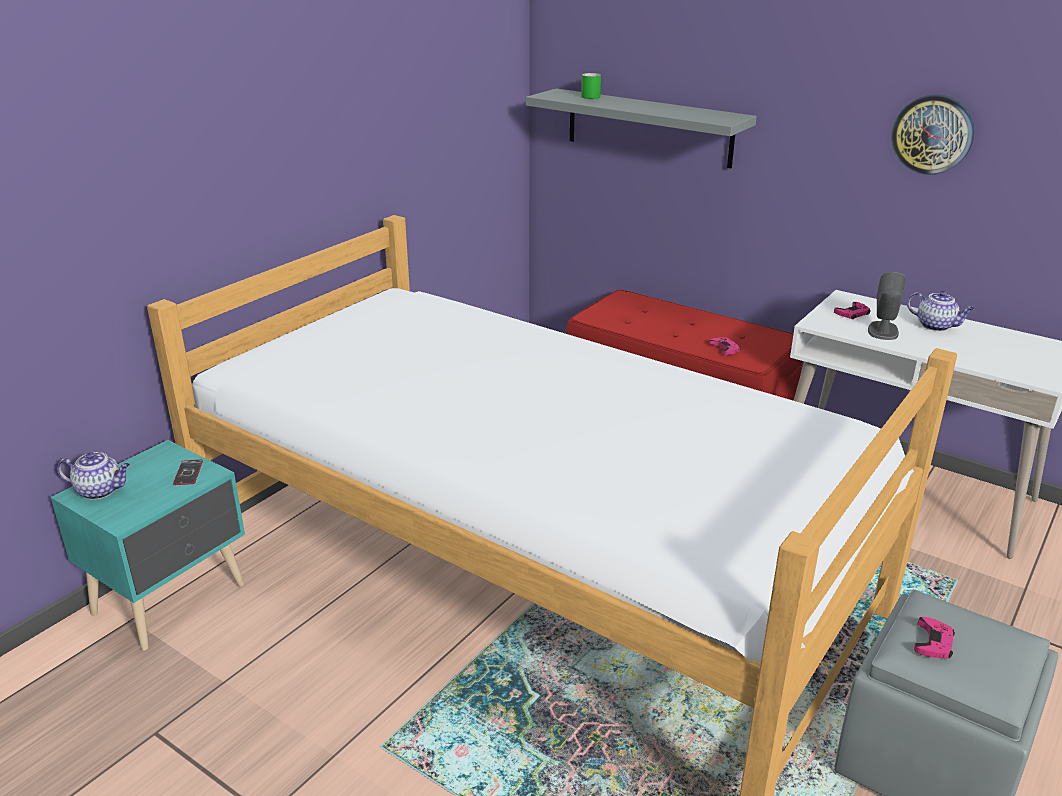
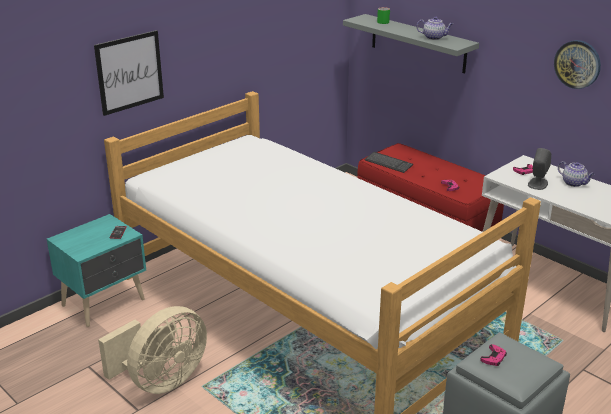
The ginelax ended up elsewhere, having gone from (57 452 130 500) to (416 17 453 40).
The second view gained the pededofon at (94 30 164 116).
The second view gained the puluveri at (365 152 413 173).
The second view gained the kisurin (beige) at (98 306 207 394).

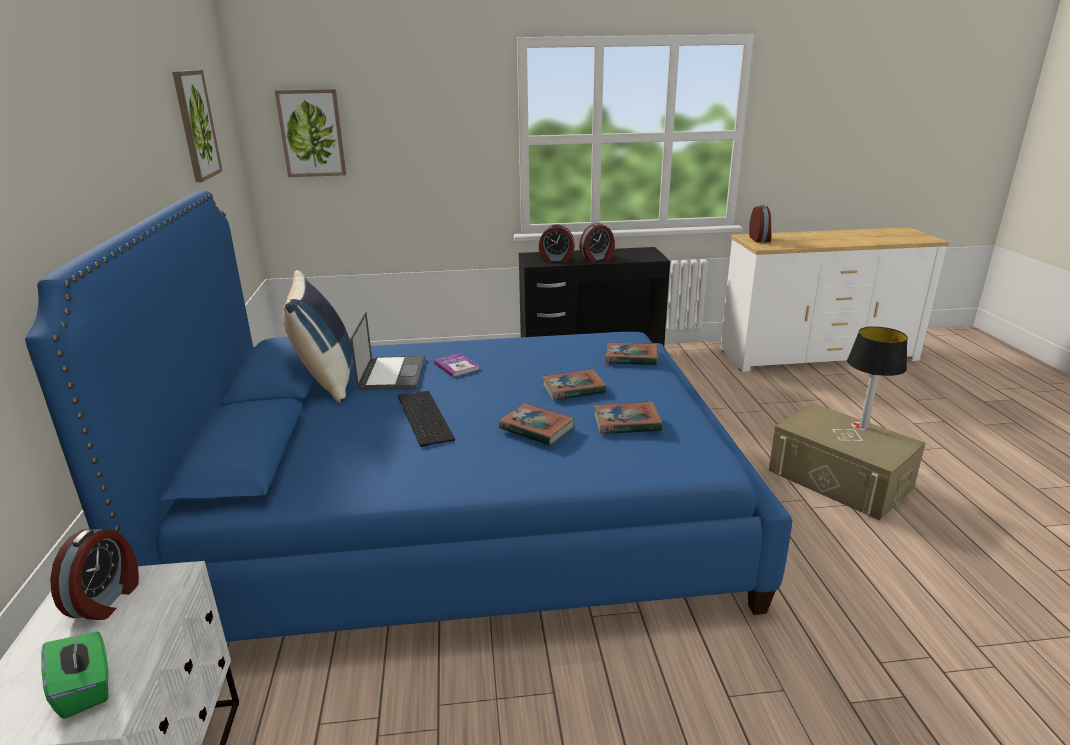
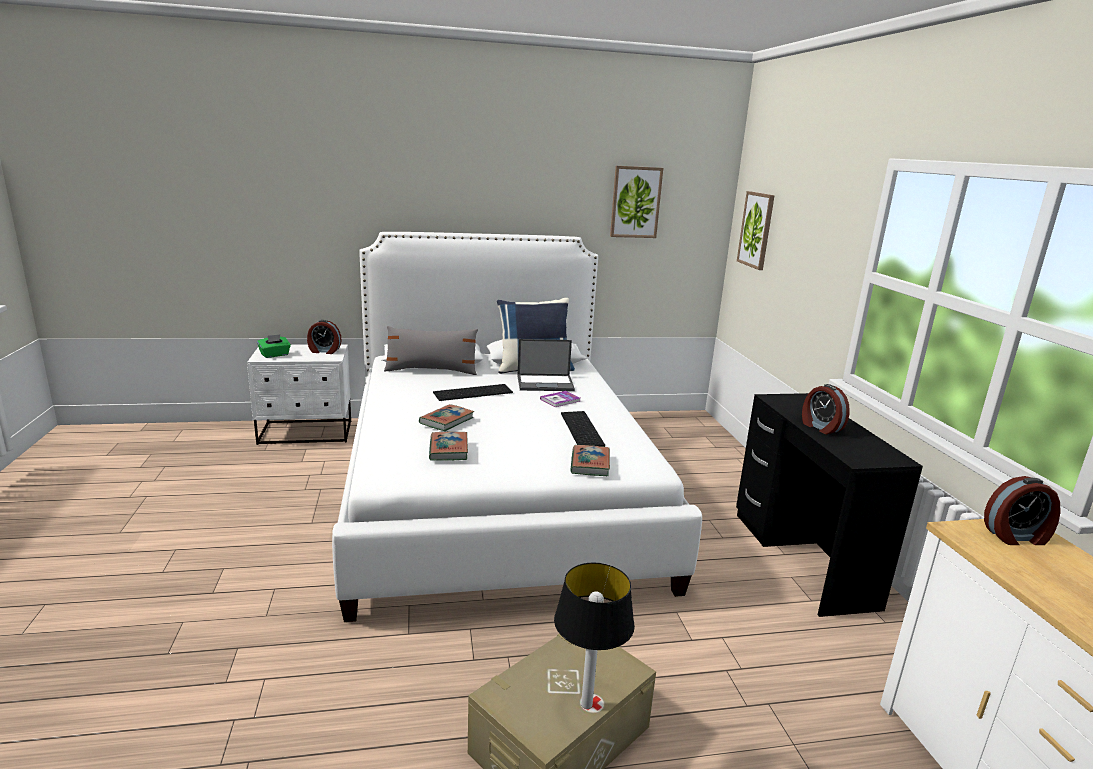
What was the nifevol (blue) at (25 190 792 642) turned into the nifevol (white) at (332 232 702 622).
The second view lost the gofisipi at (539 224 574 263).
The second view lost the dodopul at (542 369 606 400).
The second view gained the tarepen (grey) at (384 326 478 375).
The second view gained the puluveri at (561 411 605 447).

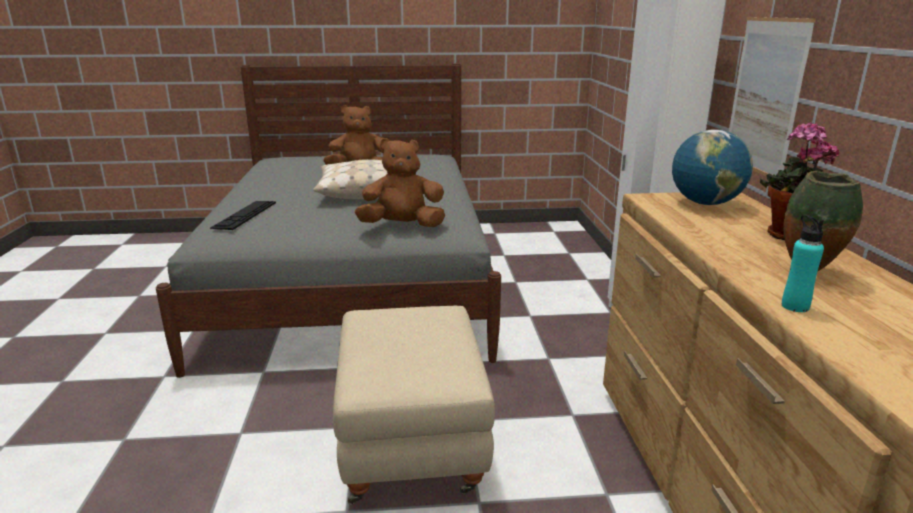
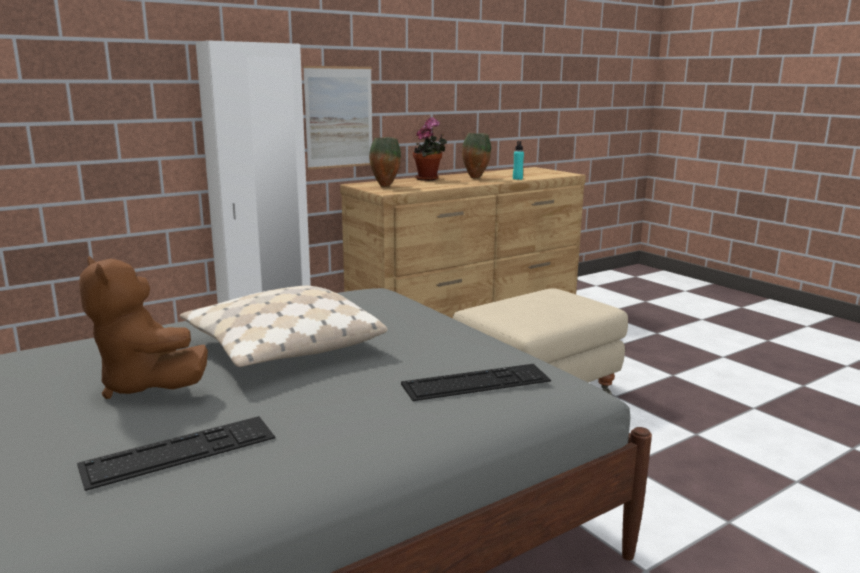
Where the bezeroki stood at (672 129 753 205), the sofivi came to stand at (369 137 401 187).
The second view lost the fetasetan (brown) at (355 138 445 227).
The second view gained the puluveri at (77 416 275 491).

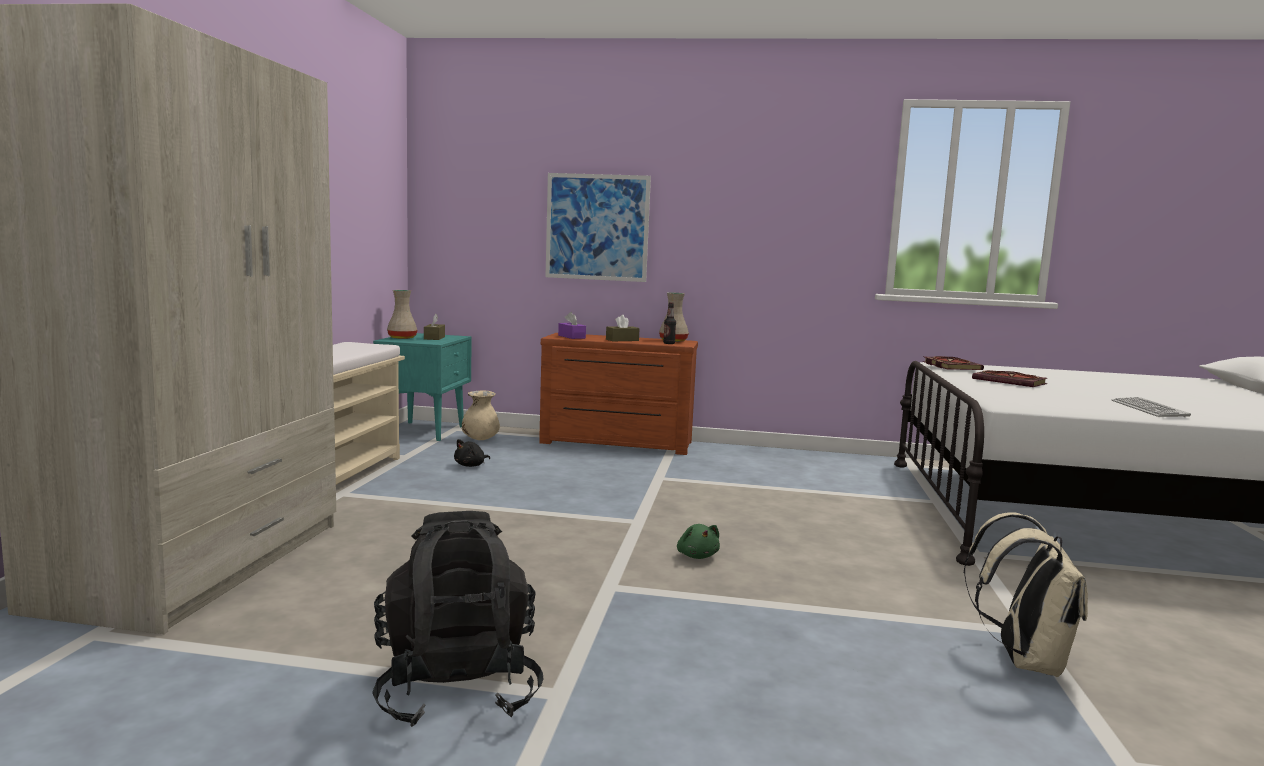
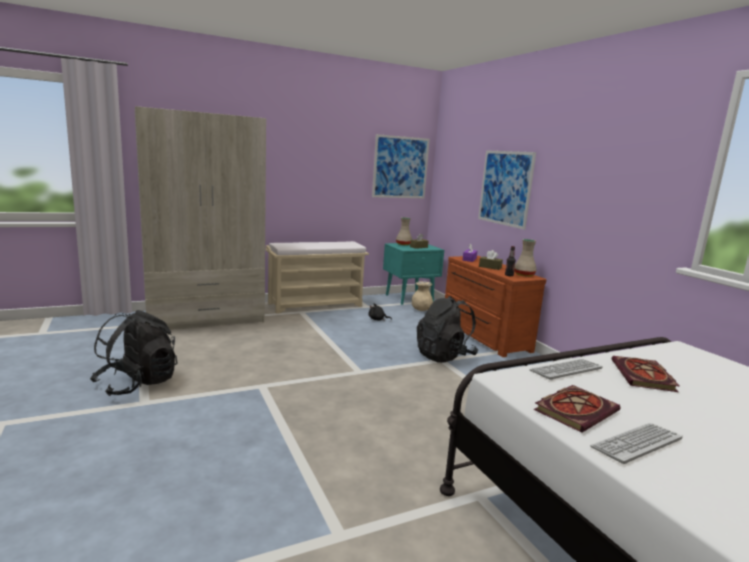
The dodopul ended up elsewhere, having gone from (923 356 984 370) to (534 385 621 433).
The second view lost the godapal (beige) at (963 512 1088 677).
The second view lost the fetasetan (green) at (677 524 720 559).
The second view gained the pededofon at (372 134 430 198).
The second view gained the godapal (black) at (417 296 478 363).
The second view gained the puluveri at (529 359 603 380).

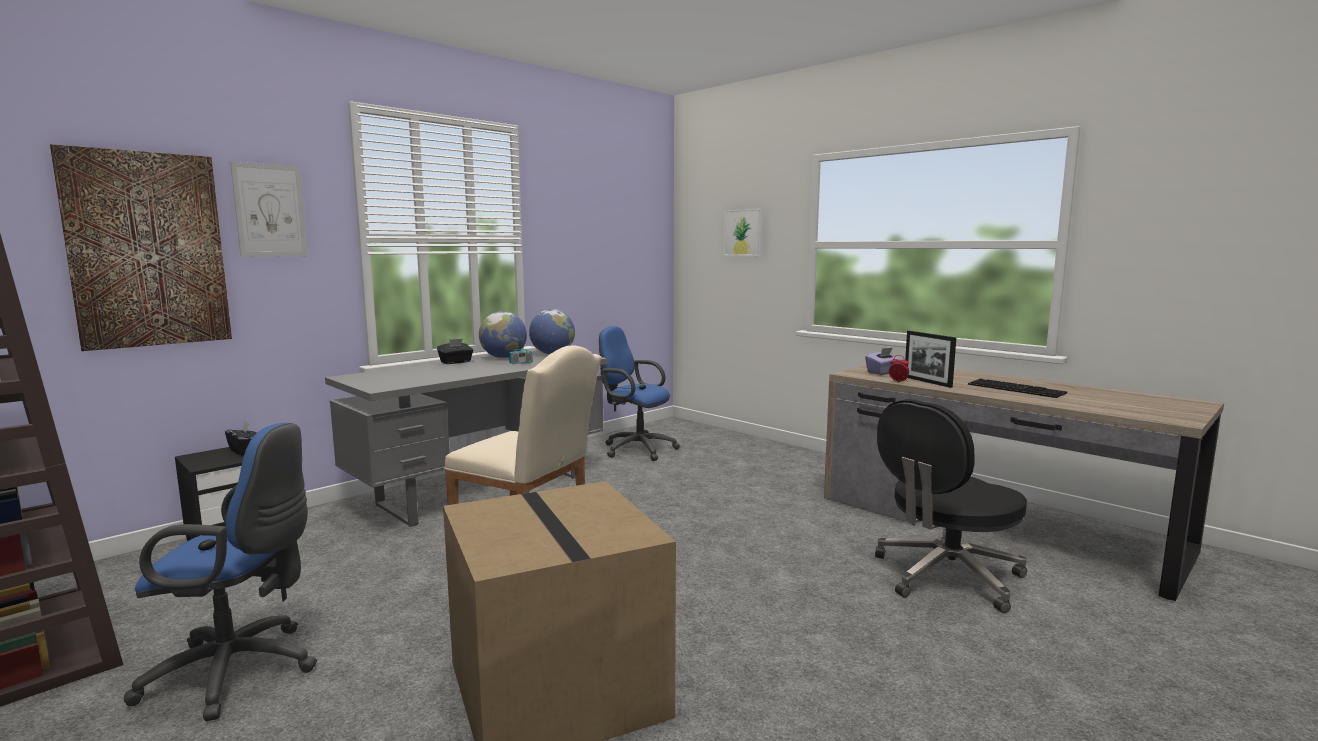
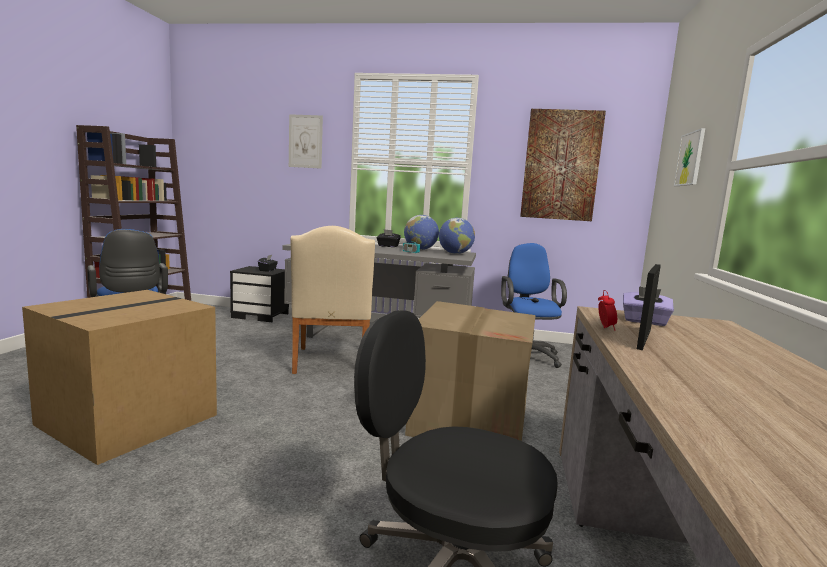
The pededofon ended up elsewhere, having gone from (50 144 232 351) to (520 109 606 221).
The second view lost the puluveri at (968 378 1067 398).
The second view gained the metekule at (405 301 536 441).

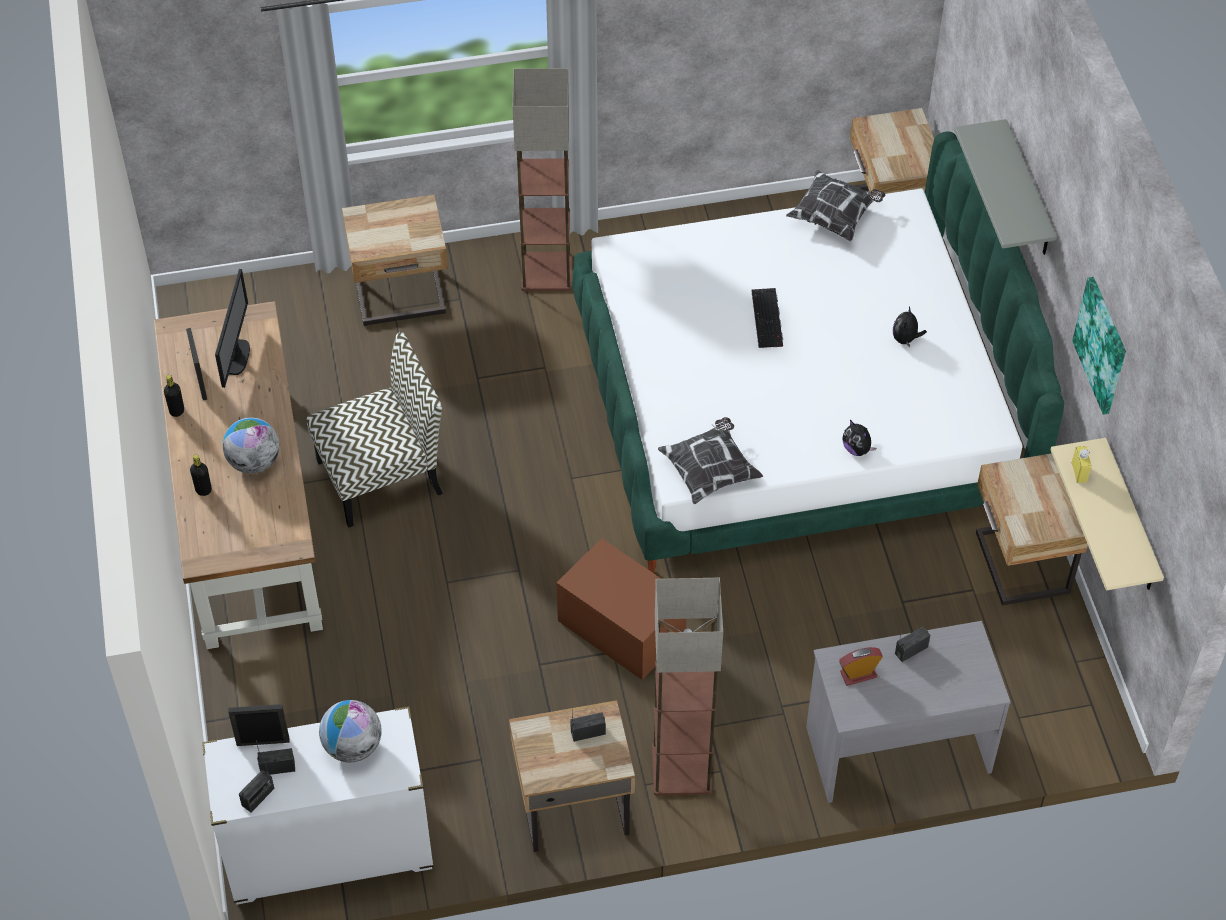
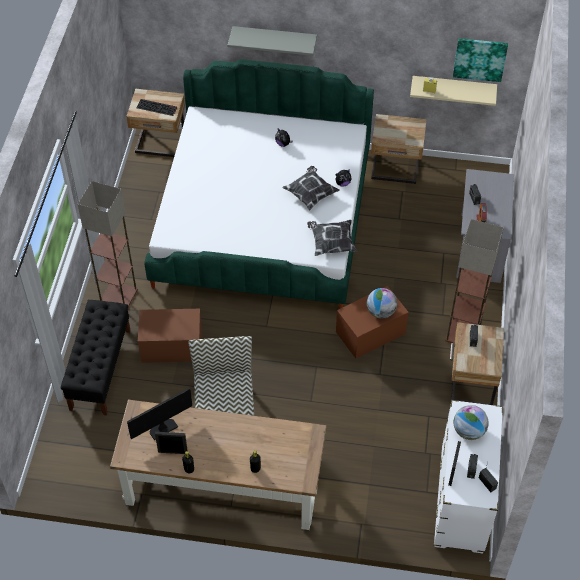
The tarepen ended up elsewhere, having gone from (786 170 885 241) to (282 166 340 210).
Where the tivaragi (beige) stood at (342 195 448 326), the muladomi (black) came to stand at (61 300 131 415).
The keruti at (215 269 250 388) ended up facing another way, 60 degrees counterclockwise from before.
The pededofon ended up elsewhere, having gone from (1072 277 1126 415) to (453 38 508 82).
The puluveri ended up elsewhere, having gone from (751 288 783 348) to (136 99 177 116).
The bezeroki ended up elsewhere, having gone from (223 417 279 474) to (367 288 397 319).
The second view gained the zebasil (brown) at (138 309 202 363).

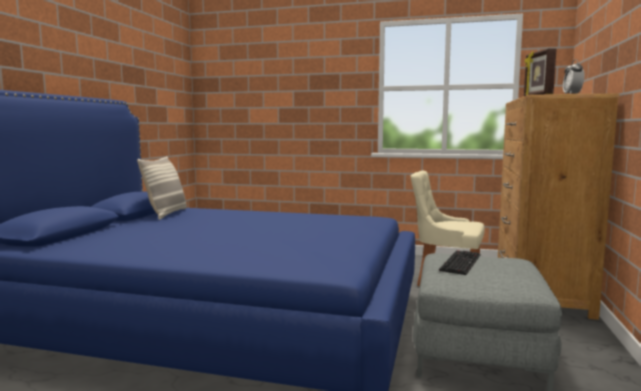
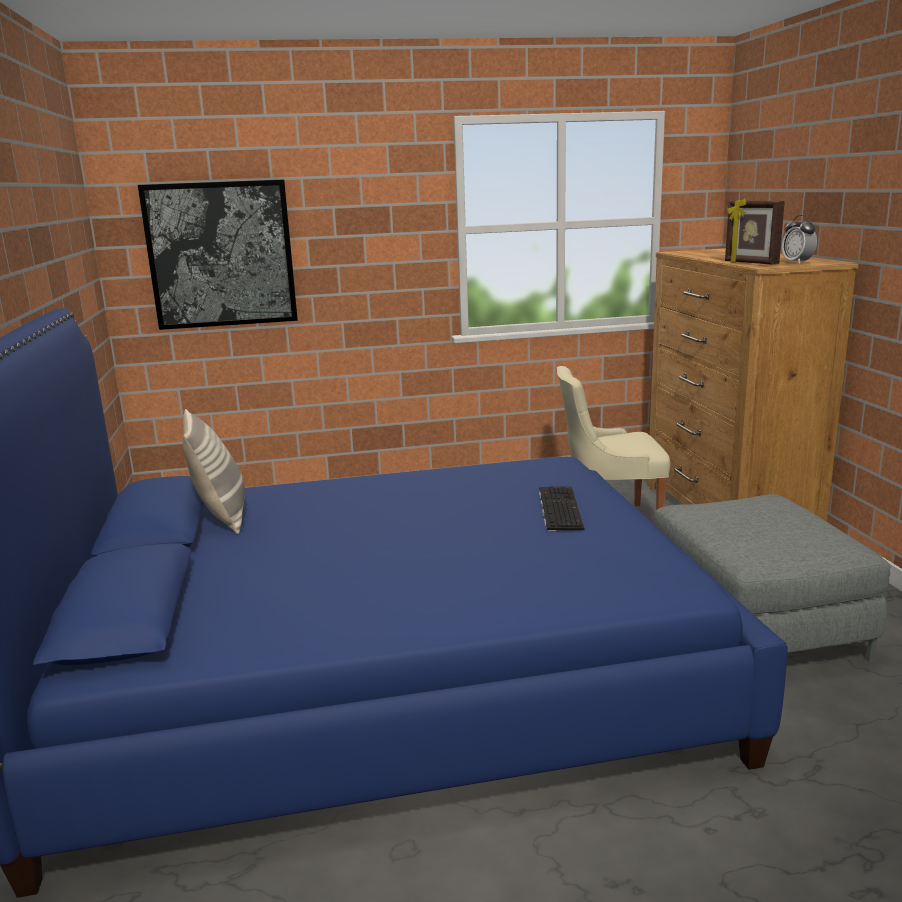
The puluveri ended up elsewhere, having gone from (439 250 480 275) to (539 486 585 531).
The second view gained the pededofon at (138 179 298 330).

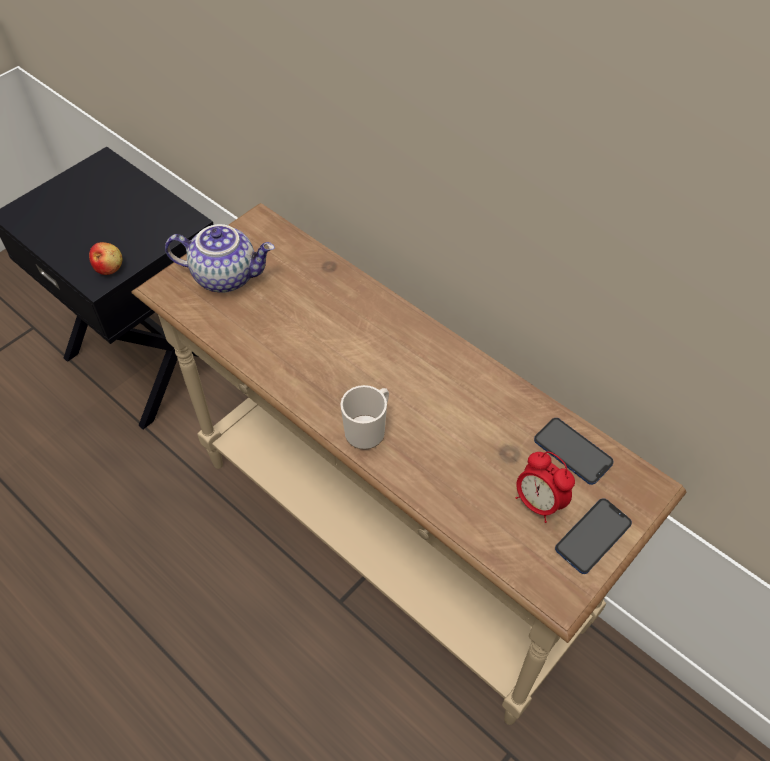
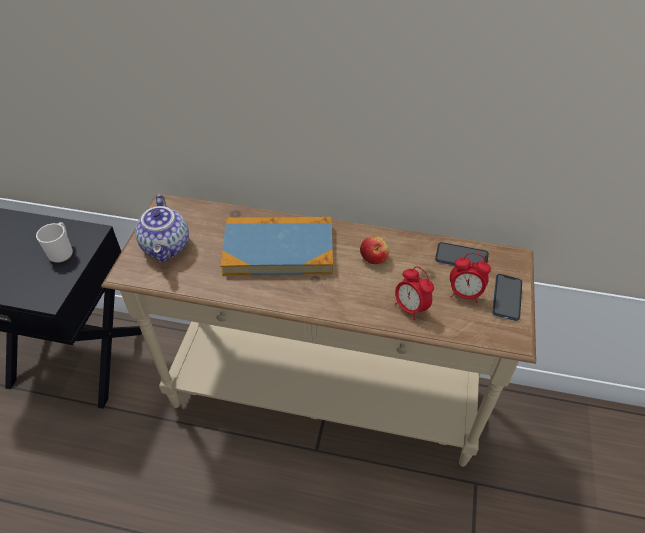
The ginelax at (165 224 275 293) ended up facing another way, 105 degrees clockwise from before.
The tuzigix ended up elsewhere, having gone from (89 242 122 275) to (360 236 390 264).
The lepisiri ended up elsewhere, having gone from (340 385 389 450) to (36 222 73 263).
The second view gained the dodopul at (220 217 333 275).
The second view gained the gofisipi at (395 266 434 320).

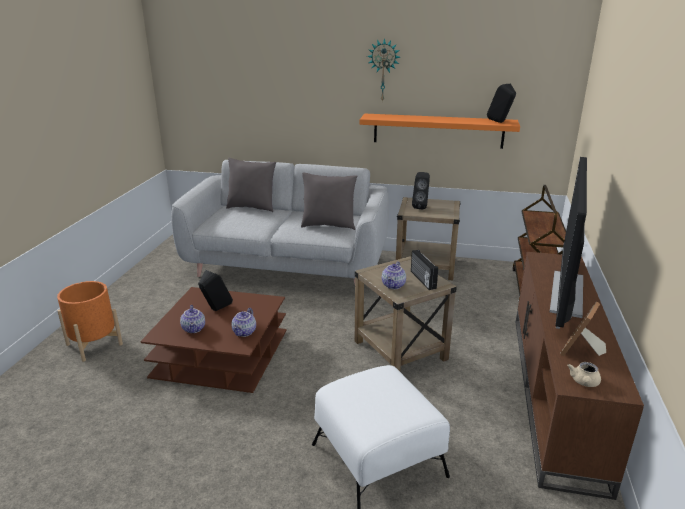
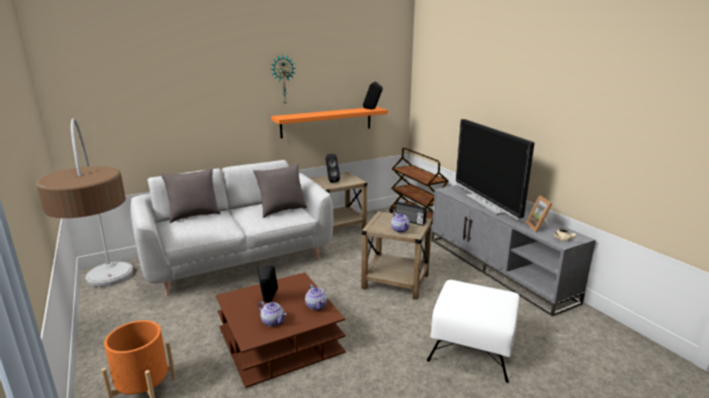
What was the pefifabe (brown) at (516 252 644 500) turned into the pefifabe (grey) at (431 185 596 316).
The second view gained the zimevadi at (37 118 134 287).

